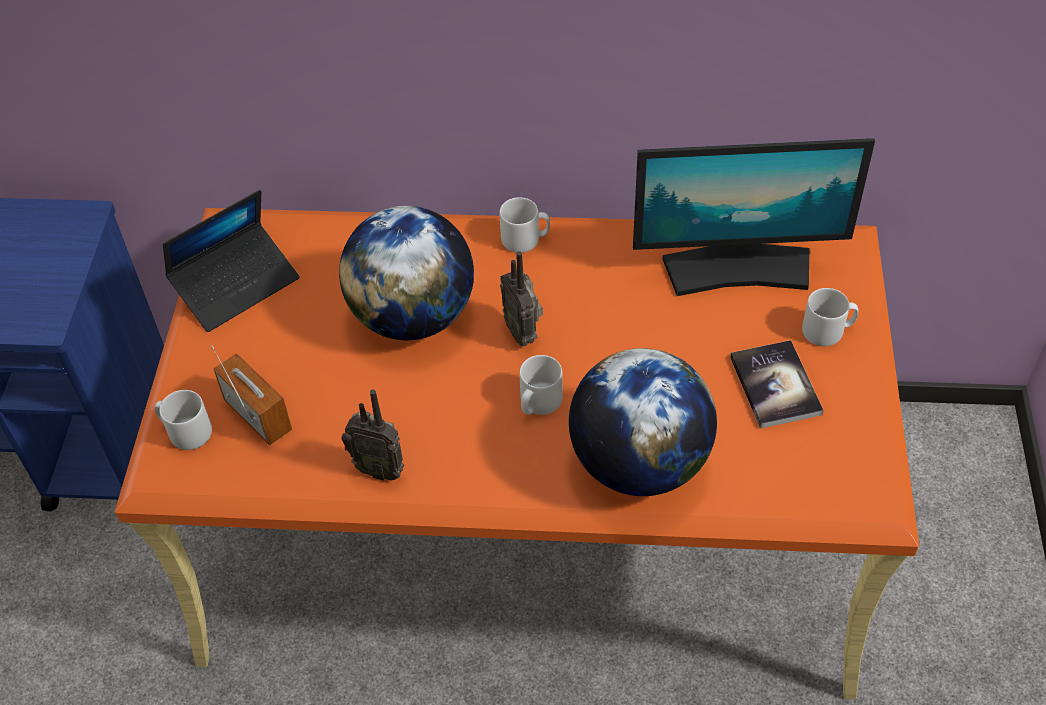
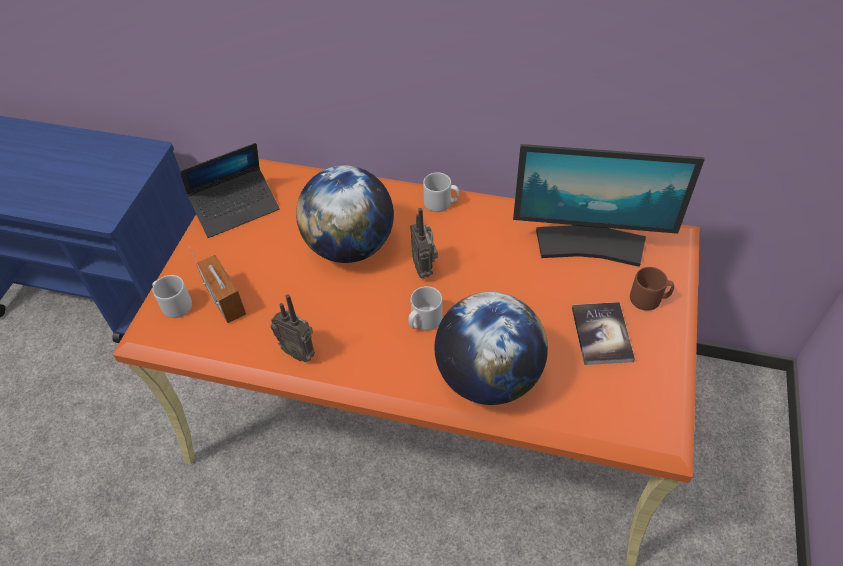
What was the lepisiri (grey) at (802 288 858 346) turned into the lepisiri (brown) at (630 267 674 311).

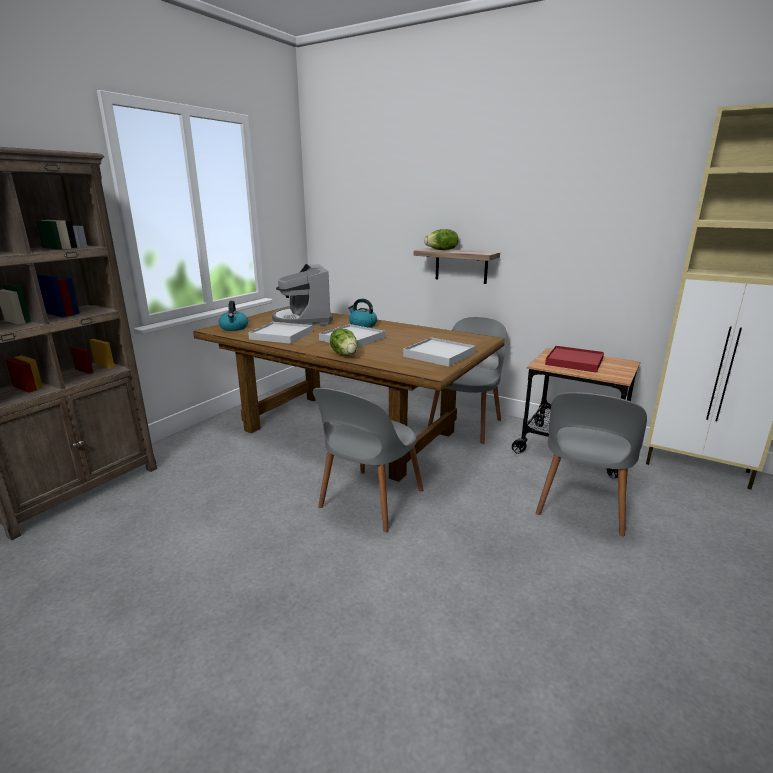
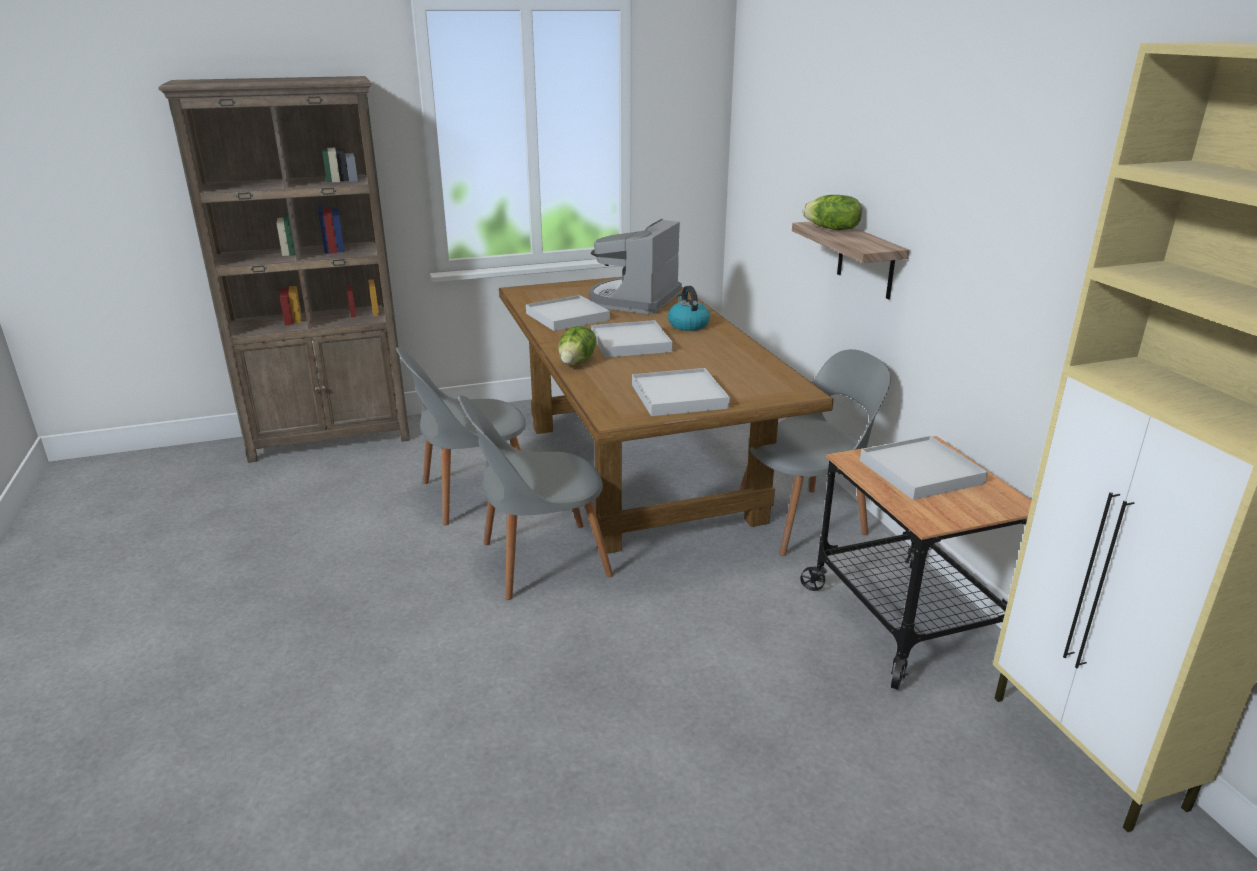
The second view lost the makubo at (219 301 248 331).
What was the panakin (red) at (545 346 604 373) turned into the panakin (white) at (860 436 988 500).
The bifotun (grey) ended up elsewhere, having gone from (536 392 647 536) to (396 347 526 525).

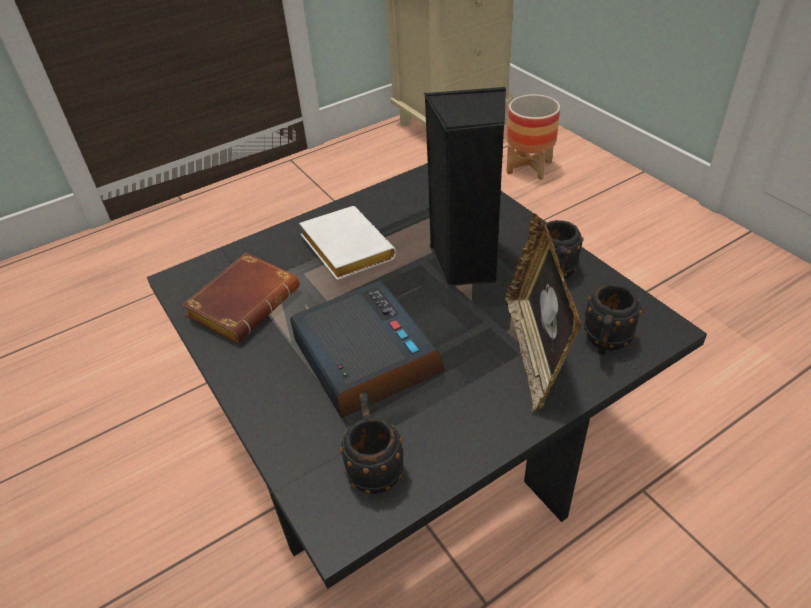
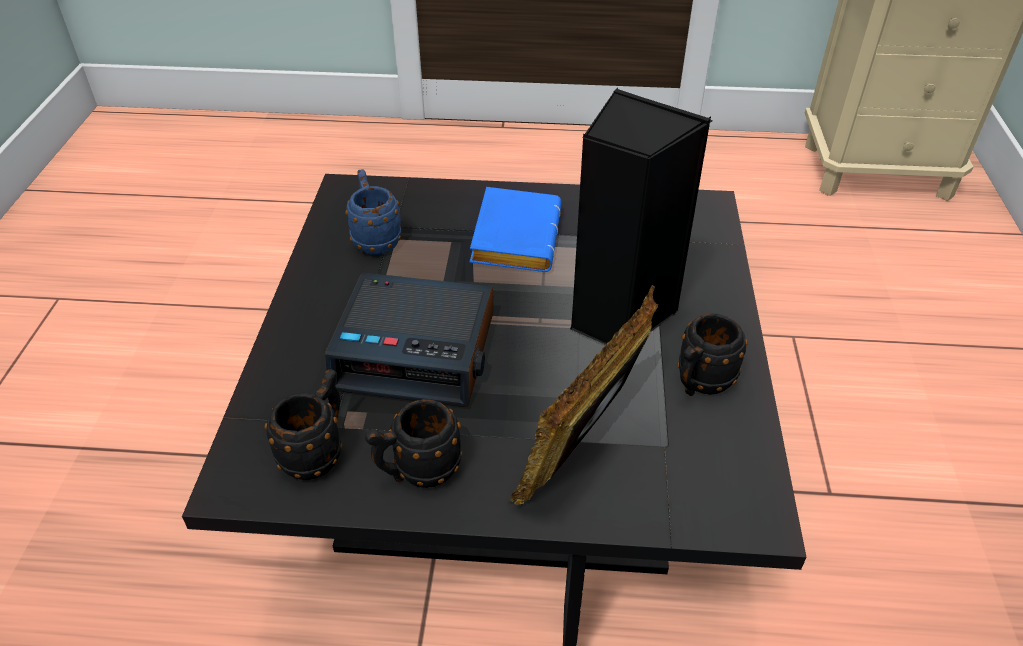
The second view lost the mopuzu at (506 94 560 180).
What was the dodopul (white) at (299 206 396 280) turned into the dodopul (blue) at (470 187 561 272).
Where the dodopul (brown) stood at (182 253 300 343), the lepisiri (blue) came to stand at (345 169 401 255).
The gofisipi at (290 281 445 418) ended up facing another way, 90 degrees clockwise from before.
The lepisiri (black) ended up elsewhere, having gone from (584 284 642 355) to (365 399 462 488).

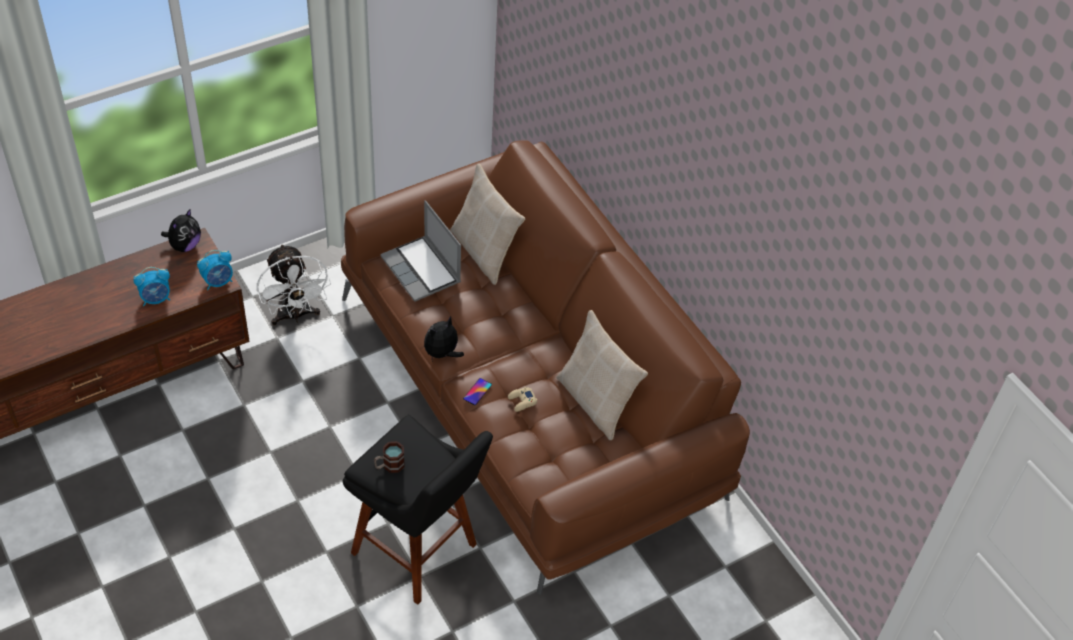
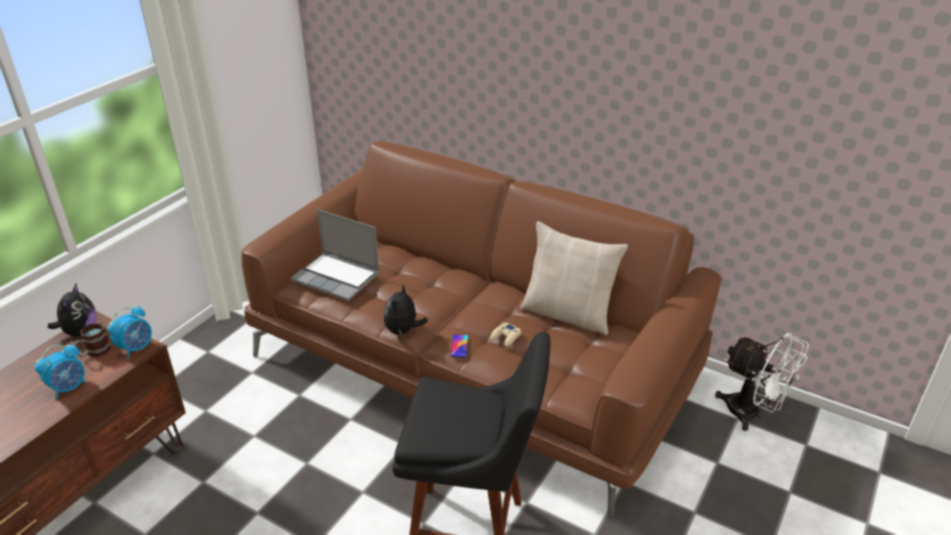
The second view lost the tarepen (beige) at (450 164 525 285).
The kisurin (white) ended up elsewhere, having gone from (257 243 331 325) to (715 333 809 431).
The lepisiri ended up elsewhere, having gone from (374 441 405 473) to (74 323 111 357).

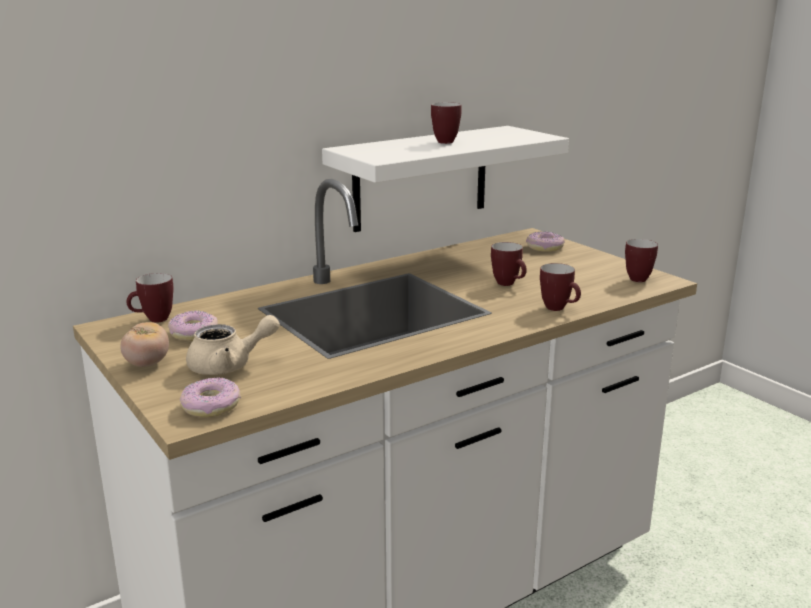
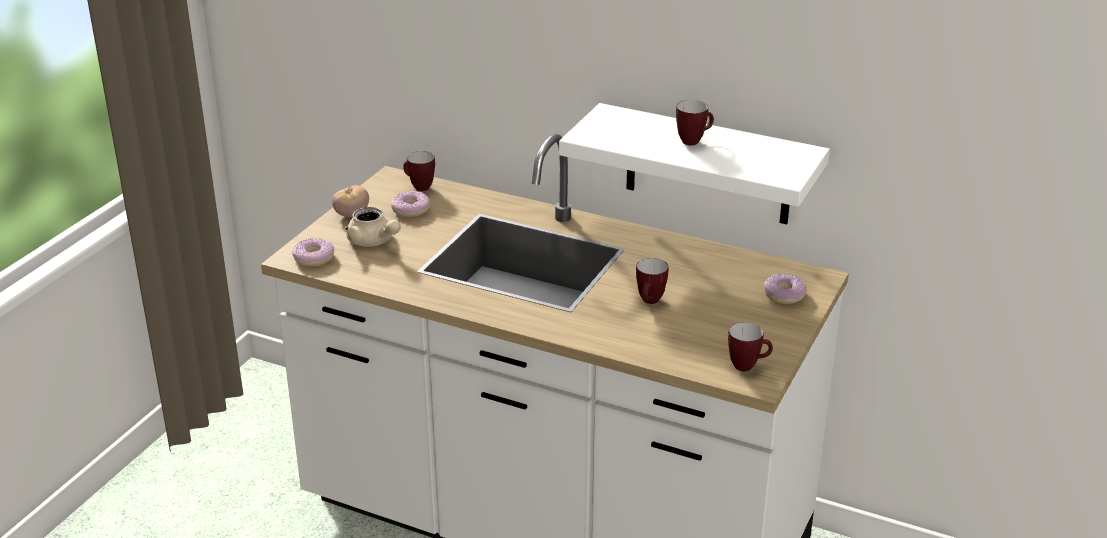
The second view lost the lepisiri at (540 263 581 311).

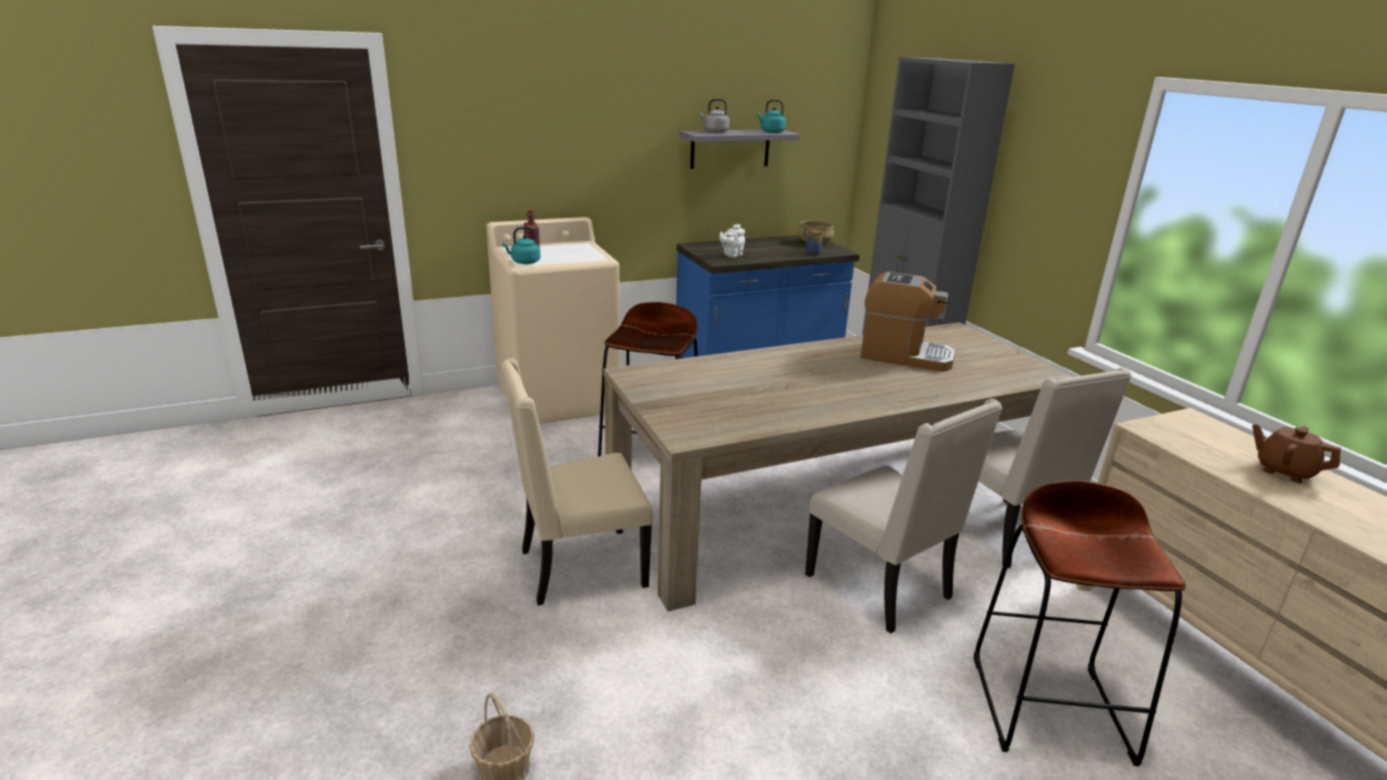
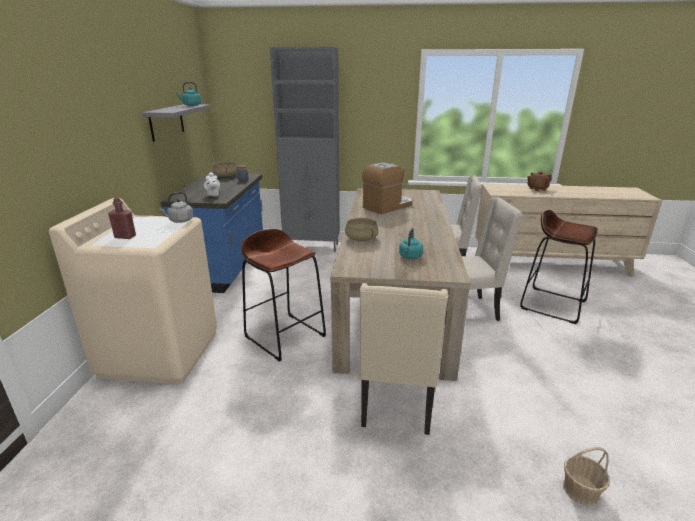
The makubo (grey) ended up elsewhere, having gone from (699 99 730 133) to (159 192 193 223).
The makubo (turquoise) ended up elsewhere, having gone from (502 227 541 264) to (399 228 423 259).
The second view gained the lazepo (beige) at (345 218 379 241).

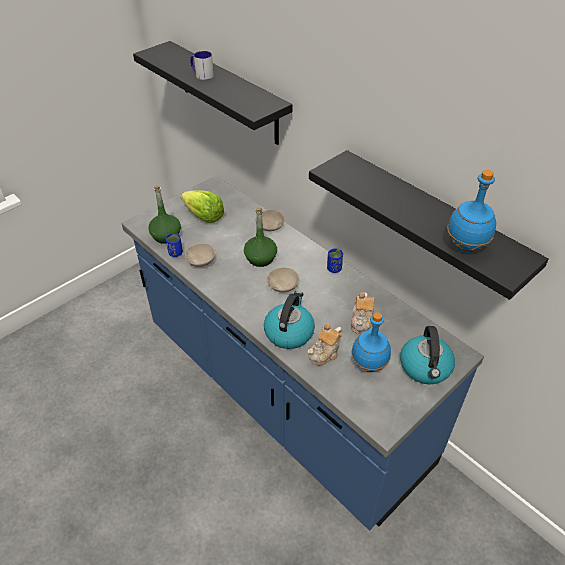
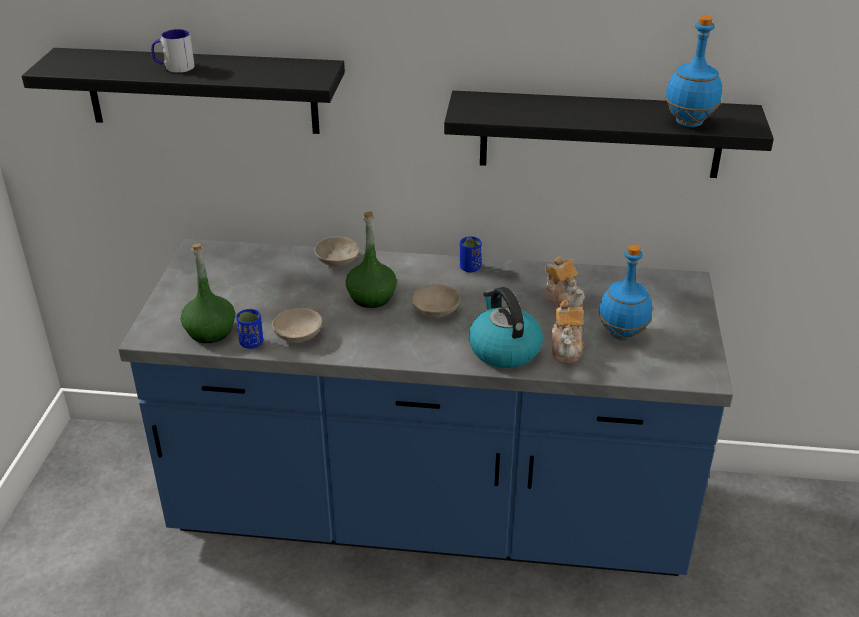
The second view lost the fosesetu at (181 190 224 223).
The second view lost the makubo at (400 326 455 384).

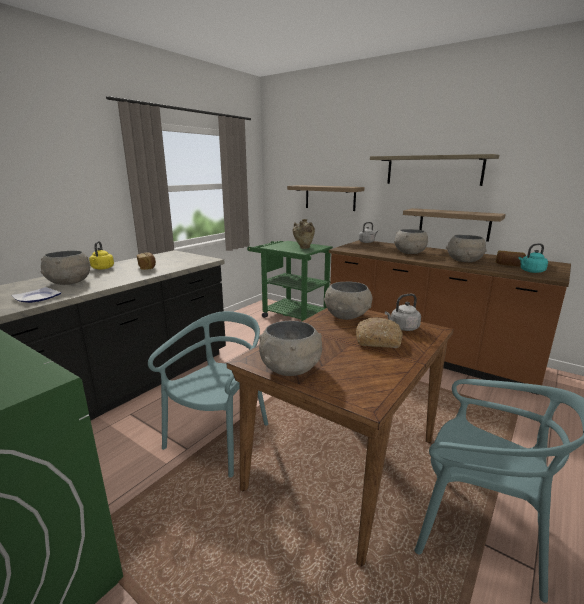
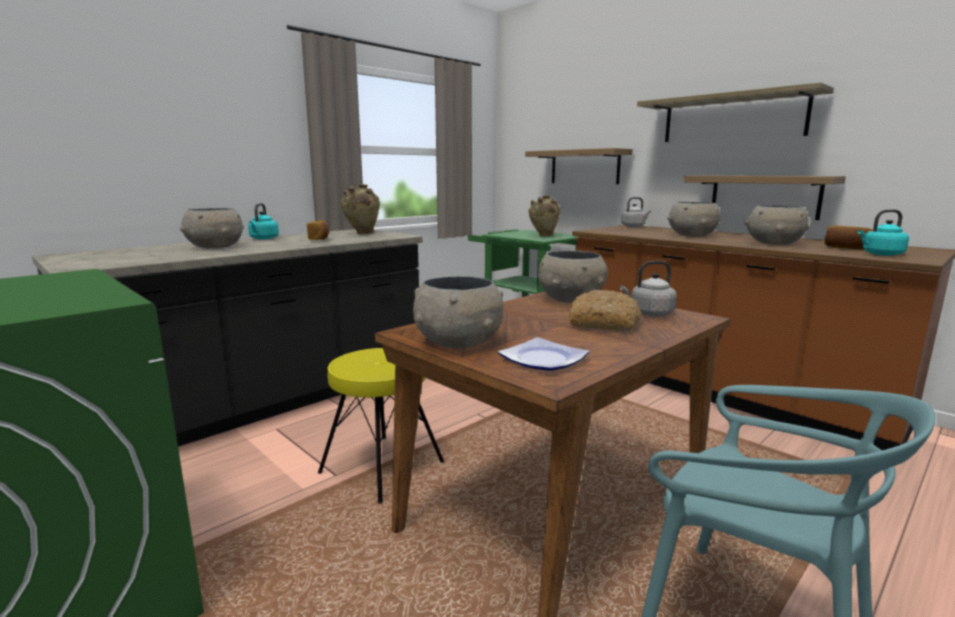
What was the makubo (yellow) at (89 241 114 270) turned into the makubo (turquoise) at (248 203 279 240).
The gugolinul ended up elsewhere, having gone from (12 287 62 303) to (498 337 590 371).
Where the bifotun (turquoise) stood at (148 311 268 478), the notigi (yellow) came to stand at (318 348 444 504).
The second view gained the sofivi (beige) at (341 184 380 234).

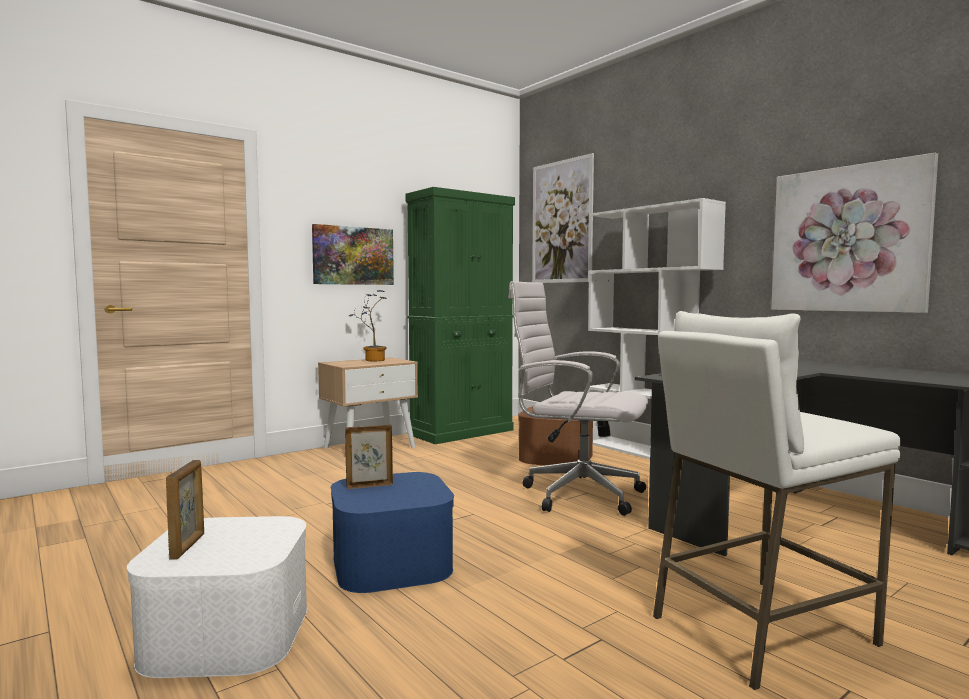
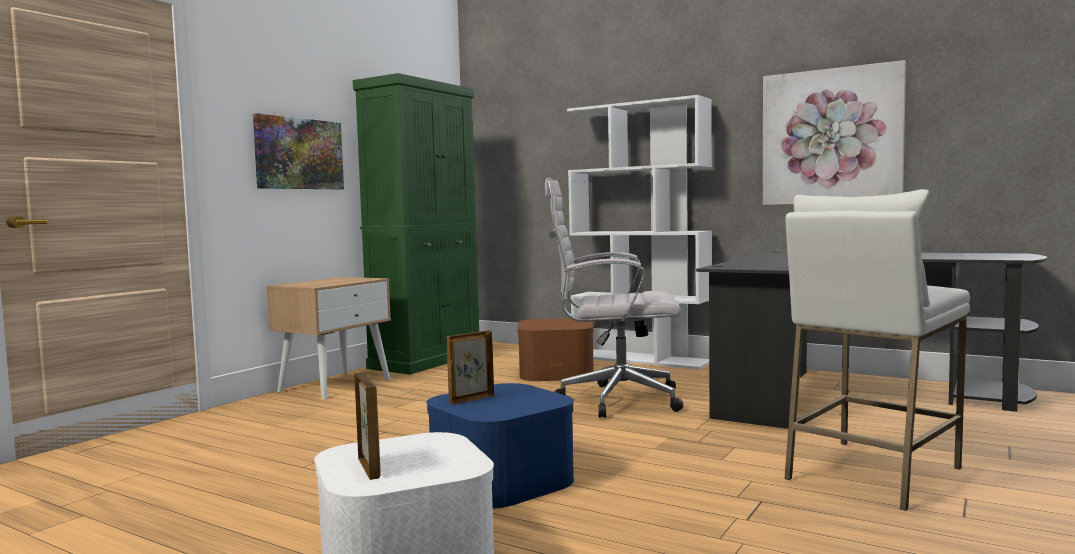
The second view lost the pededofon at (532 153 594 283).
The second view lost the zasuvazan at (349 290 387 361).

